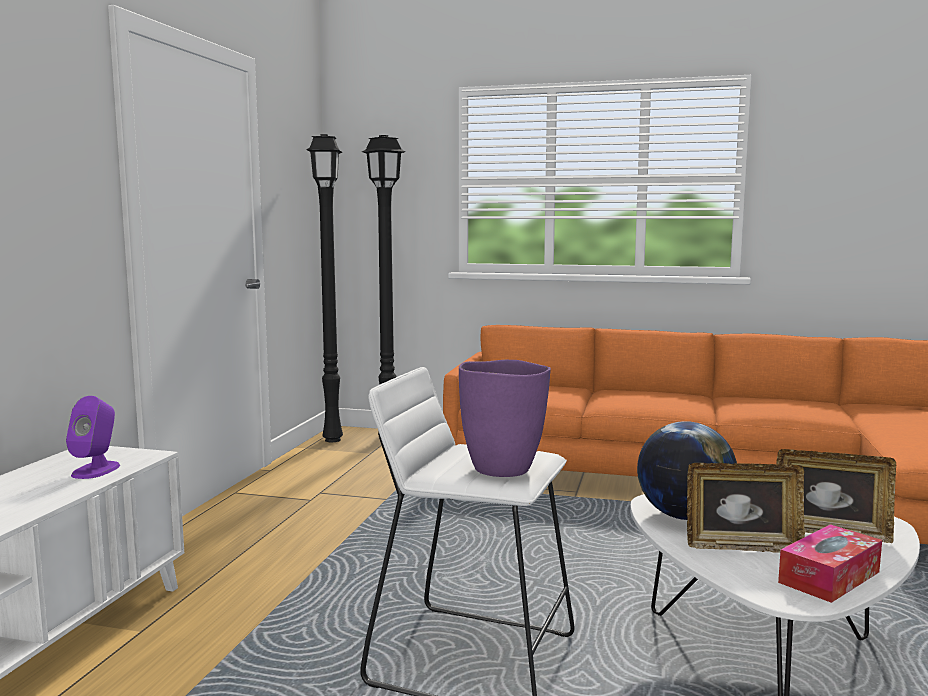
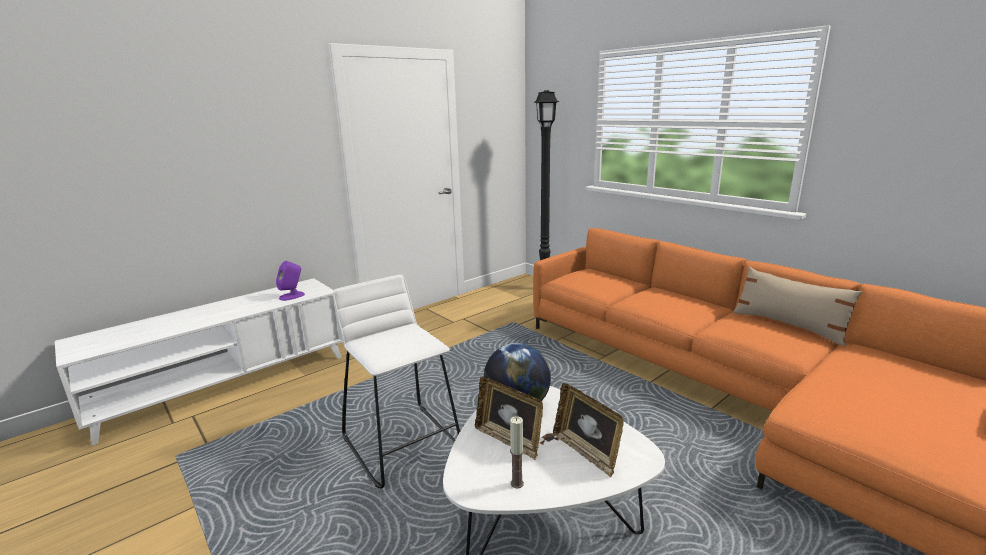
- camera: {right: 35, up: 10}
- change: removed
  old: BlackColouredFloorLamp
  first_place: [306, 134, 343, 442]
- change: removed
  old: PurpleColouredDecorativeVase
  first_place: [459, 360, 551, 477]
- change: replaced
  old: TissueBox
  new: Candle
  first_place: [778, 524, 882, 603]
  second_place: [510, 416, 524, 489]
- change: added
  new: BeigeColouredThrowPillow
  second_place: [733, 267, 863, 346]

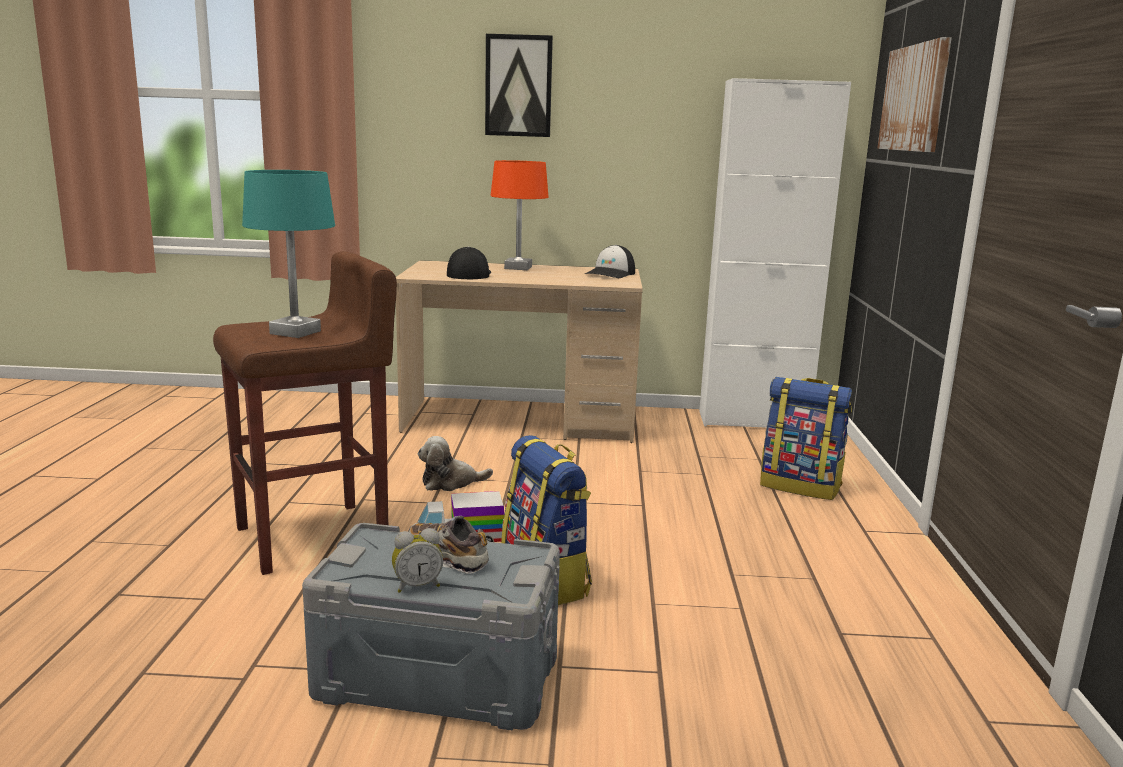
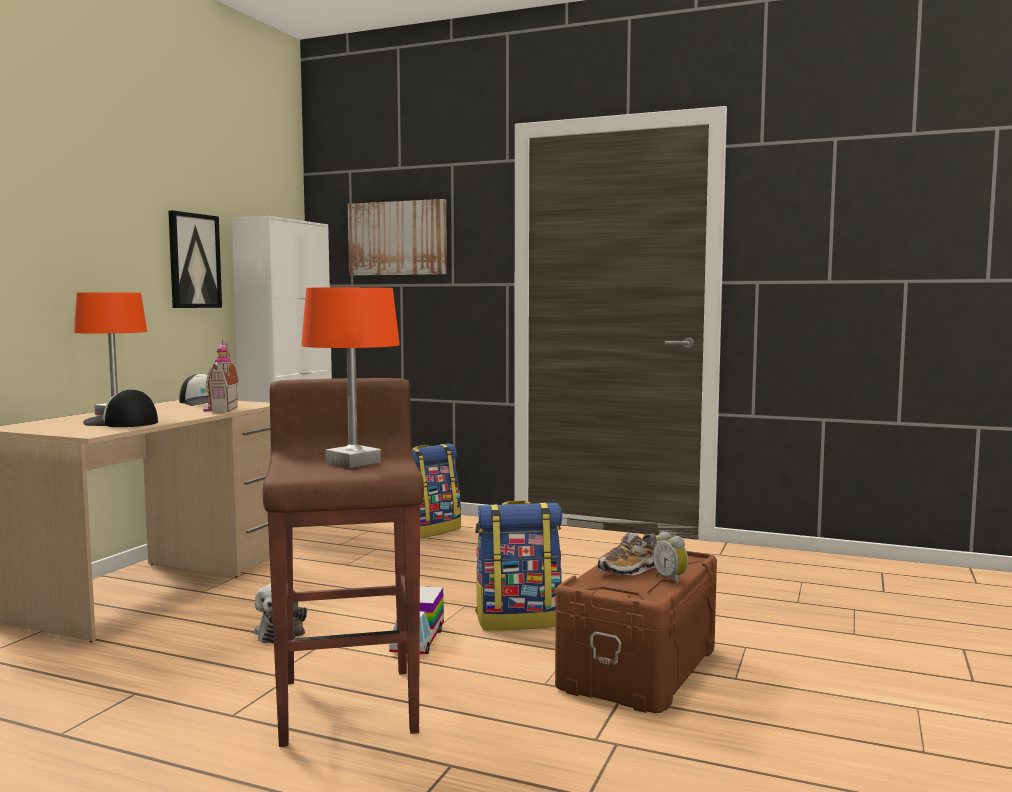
- camera: {right: -70, up: -10}
- change: recoloured
  old: TurquoiseColouredTableLamp
  new: OrangeColouredTableLamp
  first_place: [242, 170, 335, 338]
  second_place: [301, 287, 400, 468]
- change: recoloured
  old: GreyishStorageBox
  new: BrownStorageBox
  first_place: [302, 523, 560, 731]
  second_place: [555, 546, 717, 713]
- change: turned
  old: TableClock
  first_place: [392, 528, 443, 593]
  second_place: [653, 531, 688, 585]
  degrees: 150
- change: moved
  old: WallArt
  first_place: [485, 34, 553, 137]
  second_place: [168, 211, 222, 308]
- change: added
  new: MiniatureHouse
  second_place: [203, 341, 239, 412]

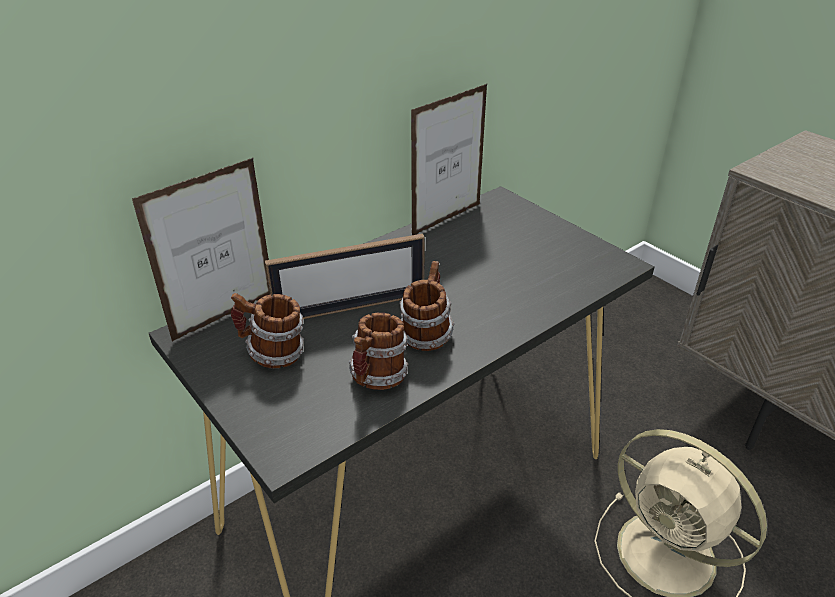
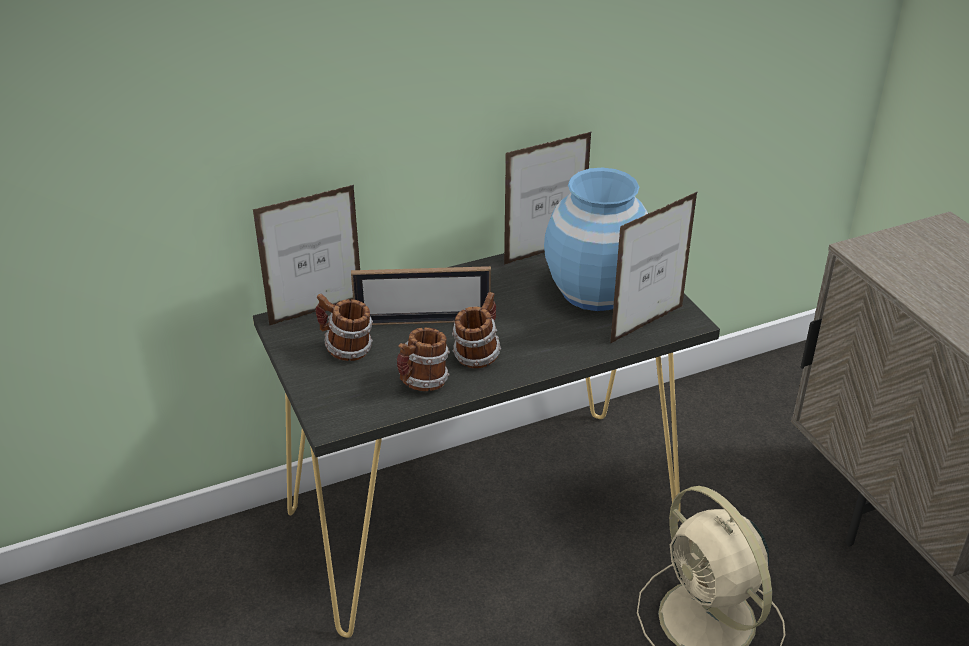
- camera: {right: 15, up: 0}
- change: added
  new: BlueDecorativeVase
  second_place: [544, 168, 648, 311]
- change: added
  new: PhotoFrame
  second_place: [610, 191, 698, 344]

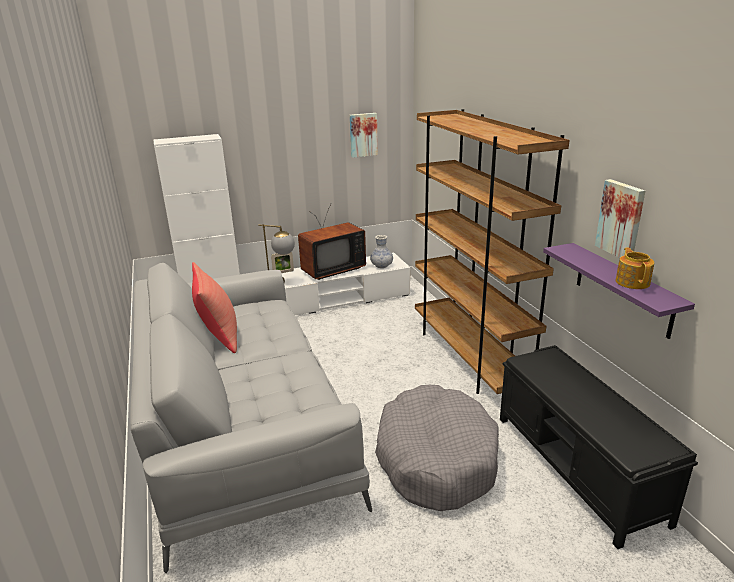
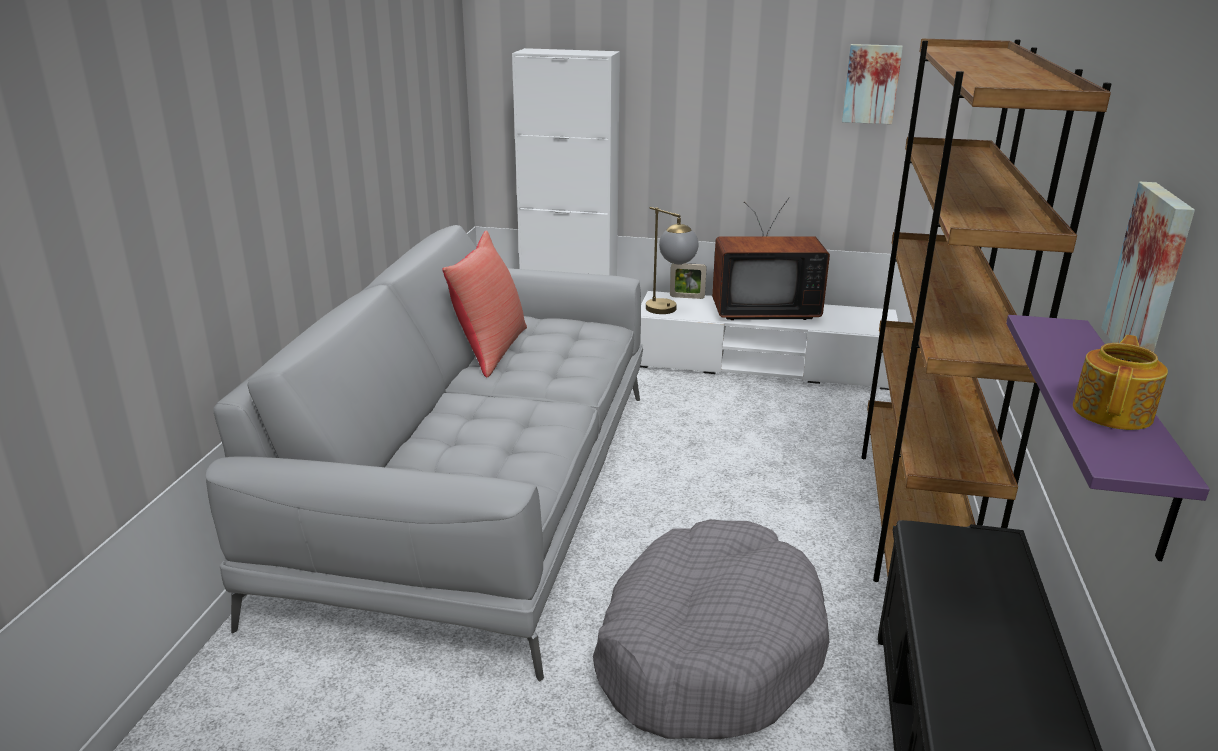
- camera: {right: 30, up: 0}
- change: removed
  old: DecorativeVase
  first_place: [370, 235, 393, 268]

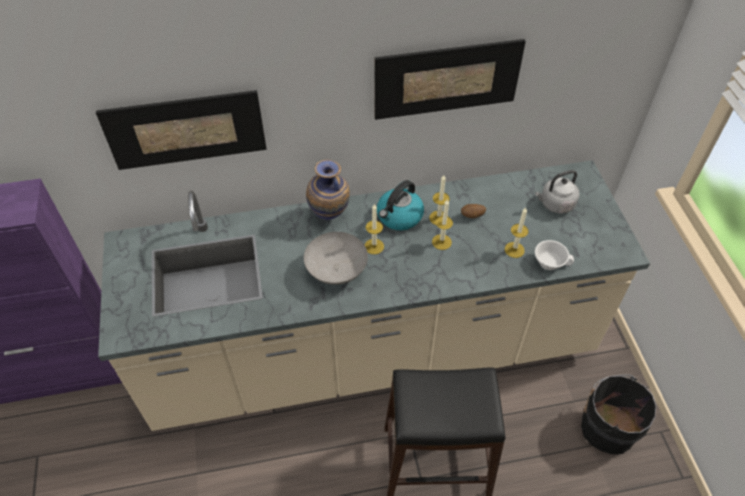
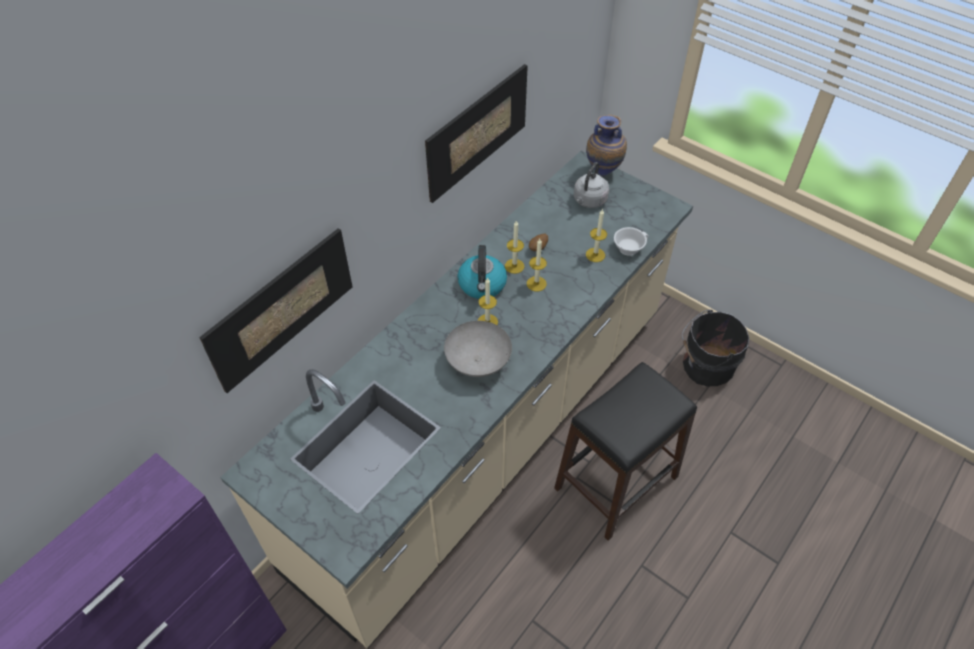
- camera: {right: -40, up: 0}
- change: moved
  old: DecorativeVase
  first_place: [306, 160, 350, 220]
  second_place: [586, 115, 627, 176]

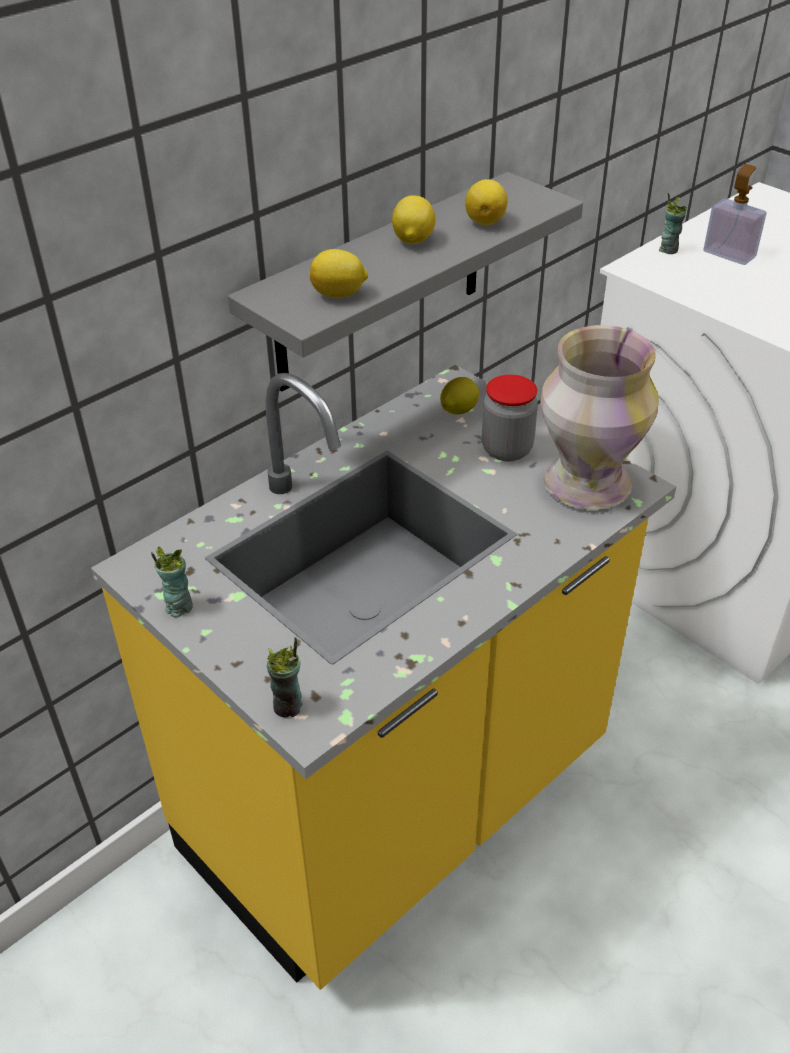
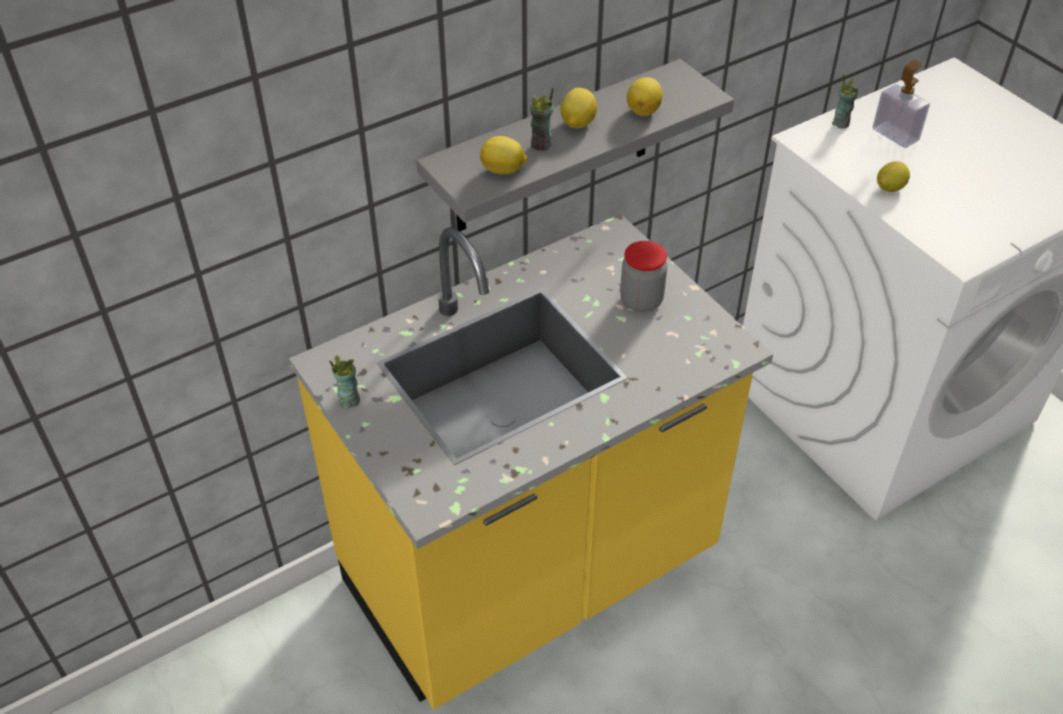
- camera: {right: 10, up: 5}
- change: moved
  old: DrinkingCup
  first_place: [267, 637, 303, 718]
  second_place: [530, 87, 554, 151]
- change: moved
  old: WholeLemon
  first_place: [440, 377, 479, 415]
  second_place: [877, 161, 910, 192]
- change: removed
  old: DecorativeVase
  first_place: [541, 325, 659, 510]

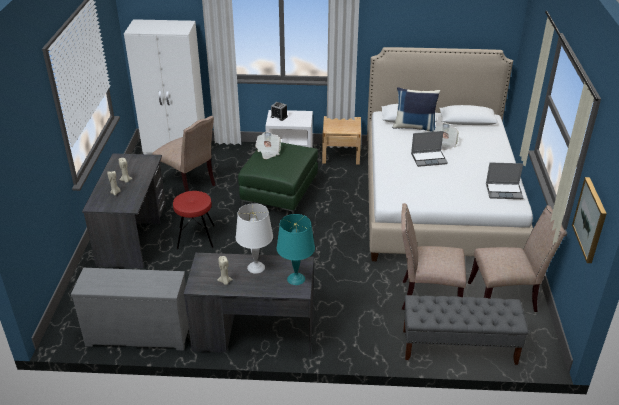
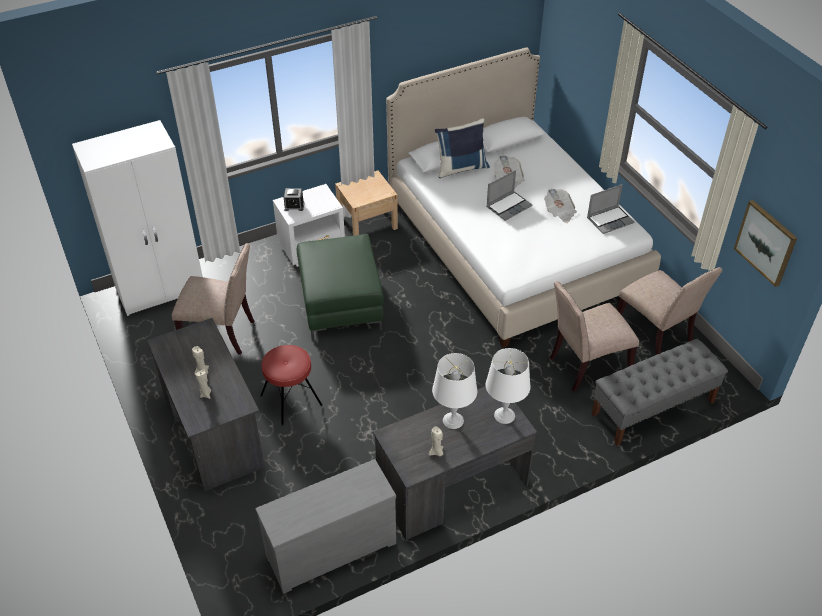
- camera: {right: -30, up: 10}
- change: moved
  old: Newspaper
  first_place: [255, 132, 281, 159]
  second_place: [544, 188, 577, 223]
- change: recoloured
  old: TurquoiseColouredTableLamp
  new: WhiteTableLamp
  first_place: [277, 214, 315, 285]
  second_place: [486, 348, 531, 424]
- change: turned
  old: BeigeColouredUprightChair
  first_place: [468, 205, 566, 312]
  second_place: [617, 267, 722, 355]
  degrees: 90

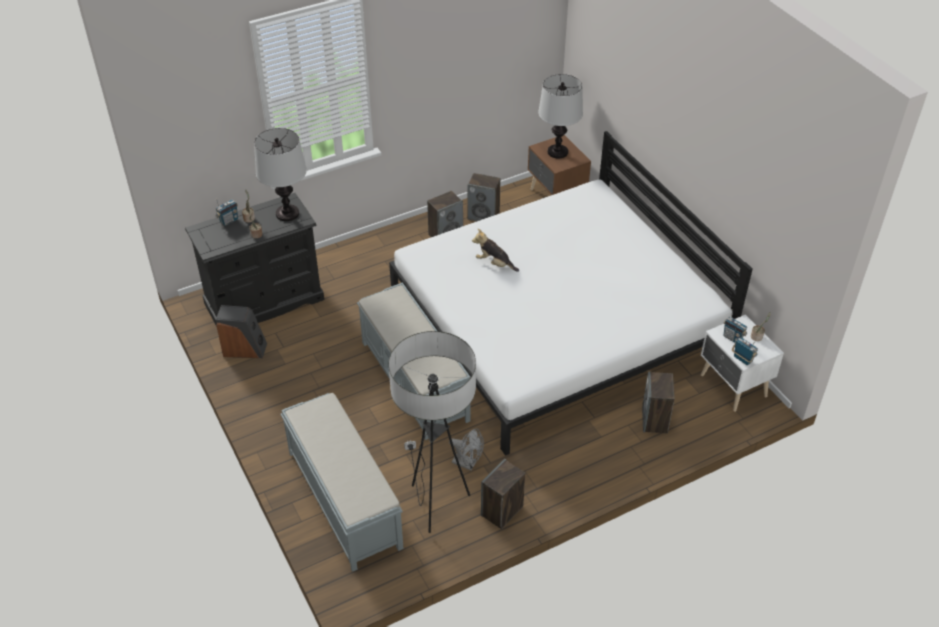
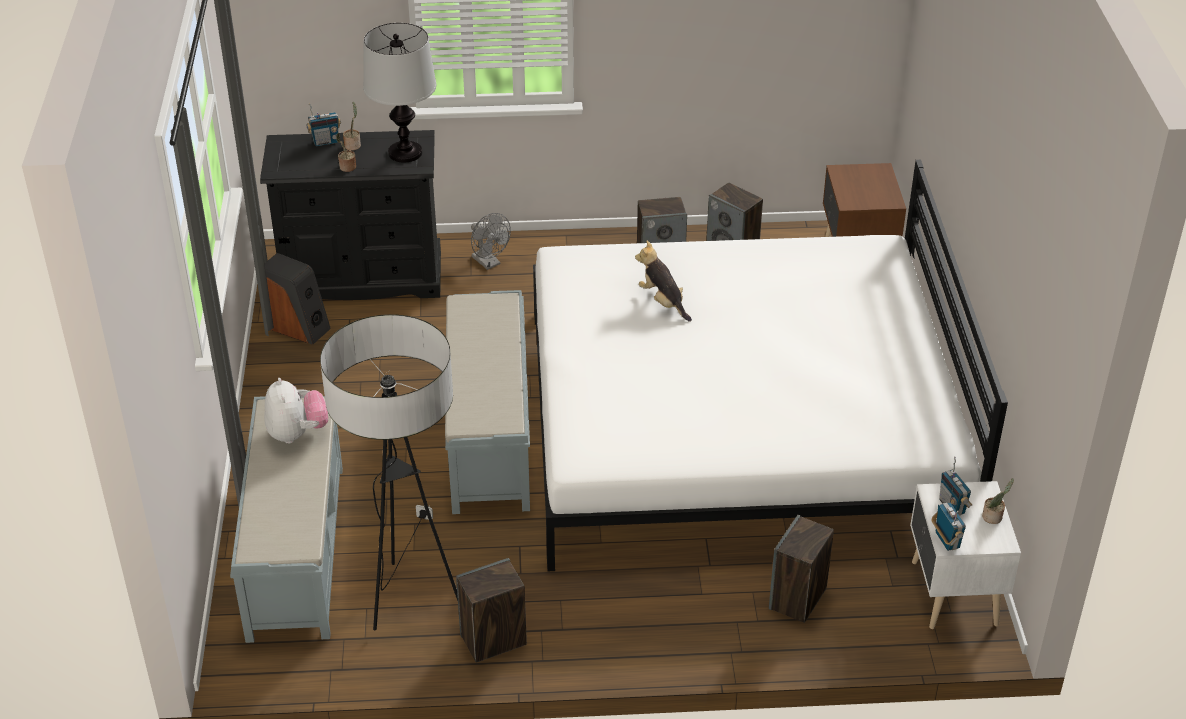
- camera: {right: 25, up: -5}
- change: moved
  old: GreyishFan
  first_place: [449, 429, 484, 471]
  second_place: [471, 213, 511, 270]
- change: removed
  old: TableLamp
  first_place: [538, 74, 583, 159]
- change: added
  new: PlushToy
  second_place: [264, 378, 328, 444]

